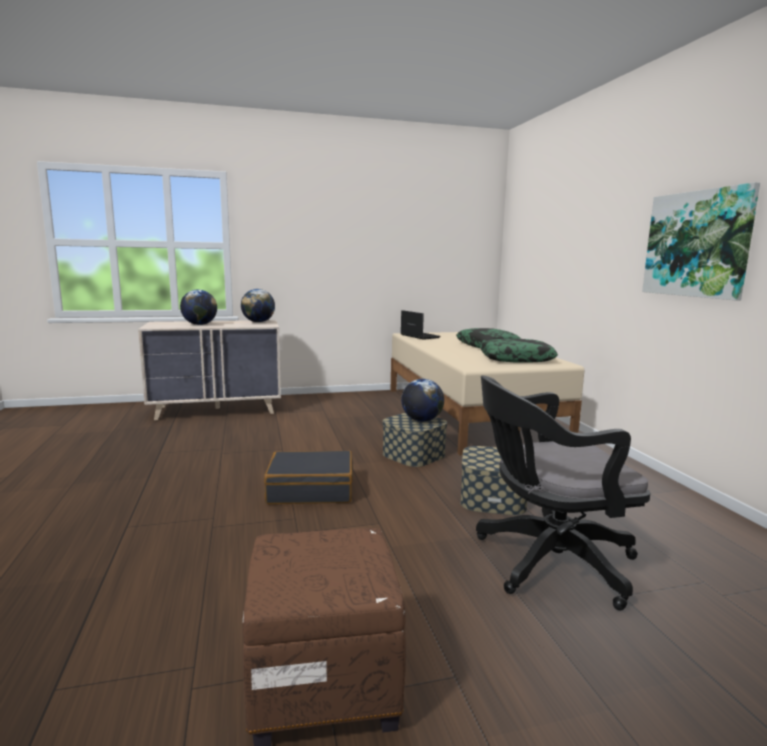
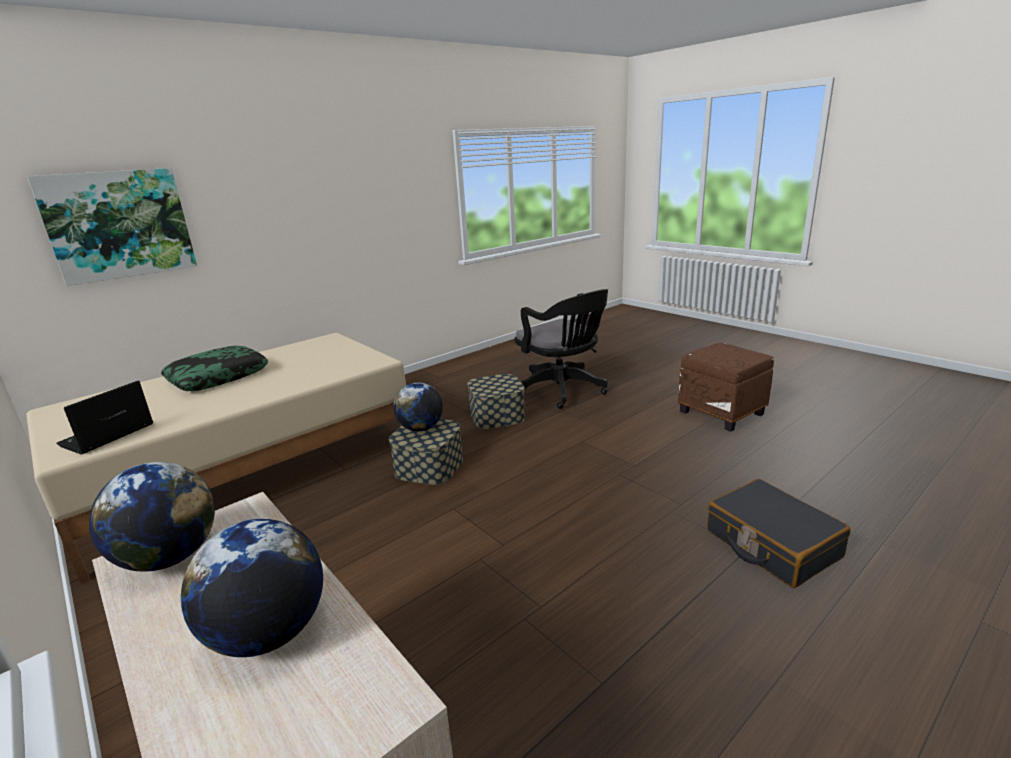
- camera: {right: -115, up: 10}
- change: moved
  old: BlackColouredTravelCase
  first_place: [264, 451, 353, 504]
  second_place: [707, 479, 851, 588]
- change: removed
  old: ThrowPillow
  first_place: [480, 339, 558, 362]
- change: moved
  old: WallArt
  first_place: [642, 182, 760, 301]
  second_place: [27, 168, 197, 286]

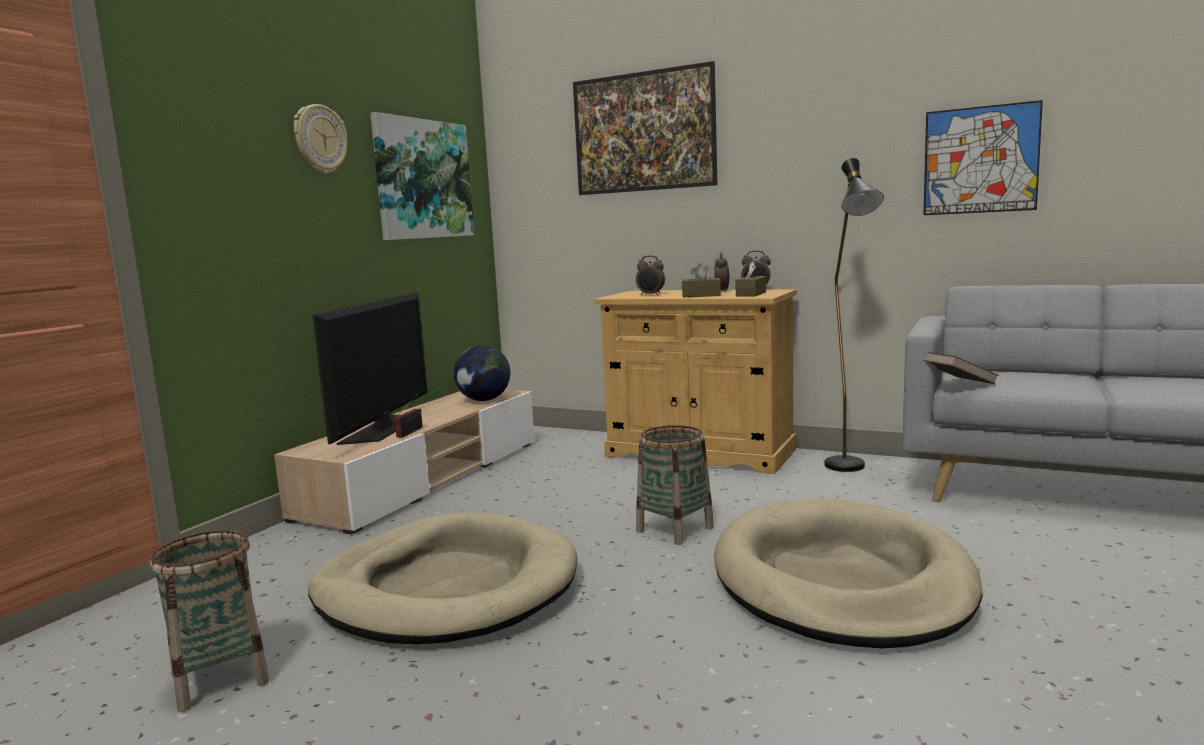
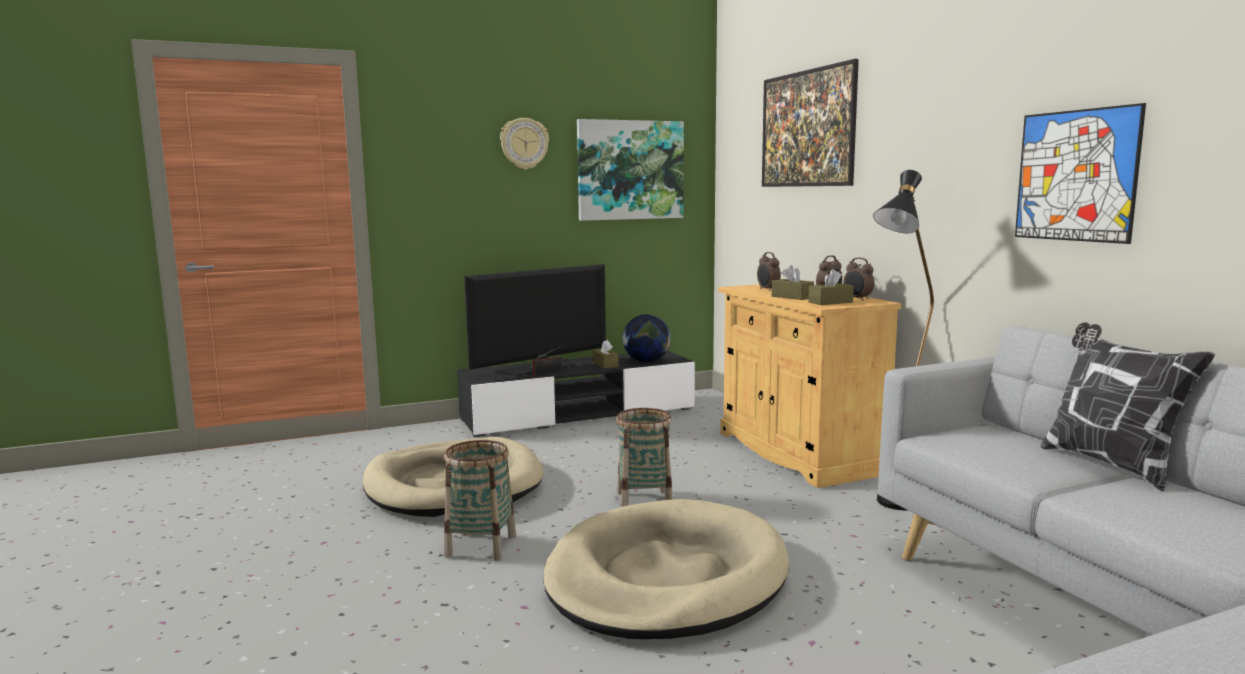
- camera: {right: 40, up: 0}
- change: moved
  old: StorageBasket
  first_place: [149, 530, 270, 712]
  second_place: [444, 440, 516, 561]
- change: recoloured
  old: BeigeColouredMediaConsole
  new: BlackColouredMediaConsole
  first_place: [274, 390, 535, 535]
  second_place: [457, 350, 695, 437]
- change: removed
  old: BrownVolume
  first_place: [923, 352, 999, 384]
- change: added
  new: BrownTissueBox
  second_place: [593, 340, 619, 368]
- change: added
  new: ThrowPillow
  second_place: [1040, 322, 1215, 491]

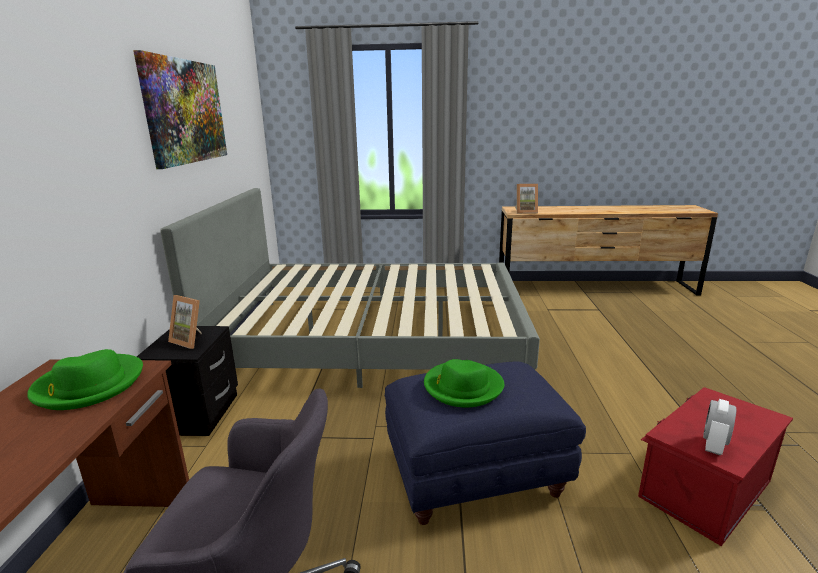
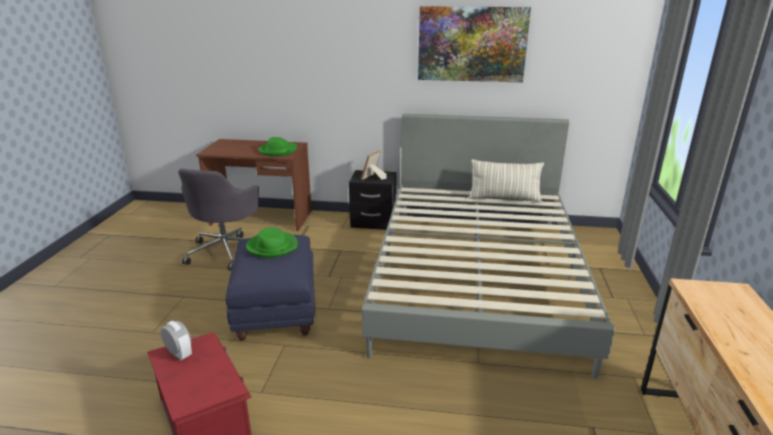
- camera: {right: 95, up: 5}
- change: removed
  old: PhotoFrame
  first_place: [515, 184, 538, 213]
- change: added
  new: ThrowPillow
  second_place: [468, 159, 544, 203]

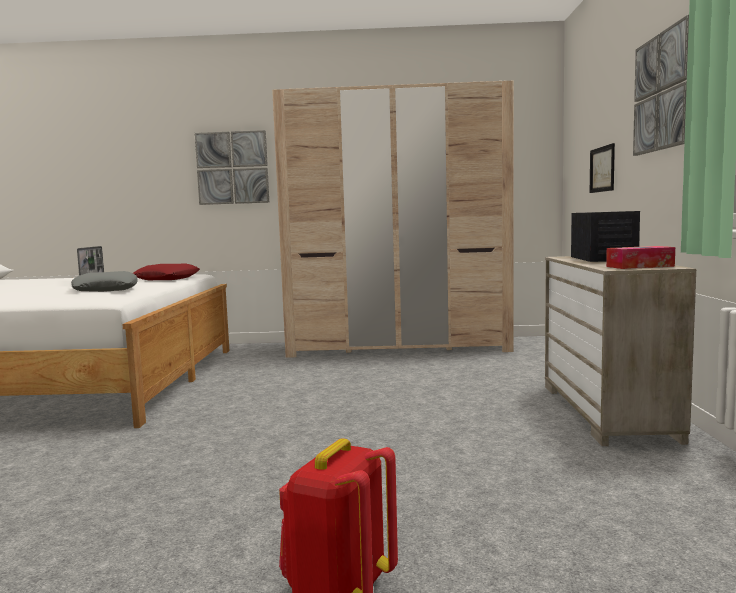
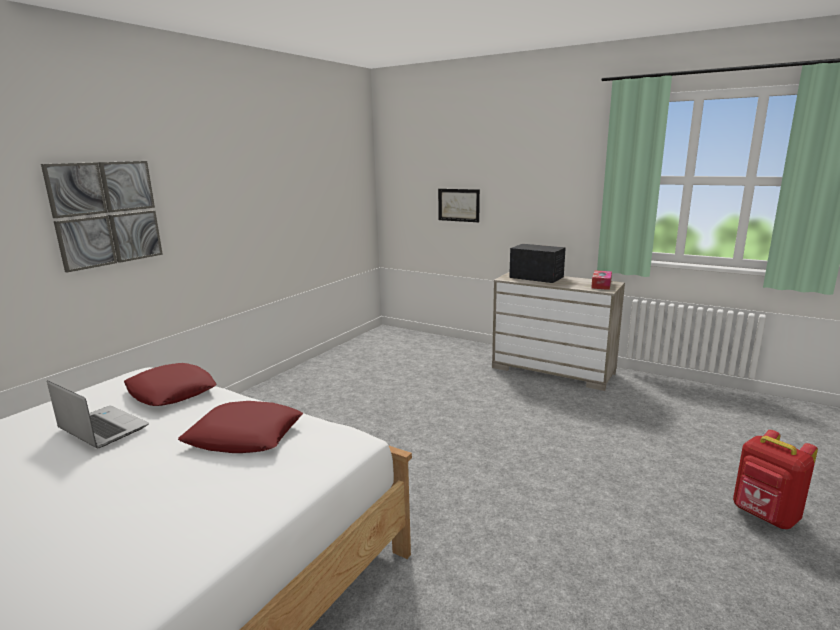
- camera: {right: -60, up: 10}
- change: recoloured
  old: GreyishThrowPillow
  new: RedColouredThrowPillow
  first_place: [71, 271, 138, 292]
  second_place: [178, 401, 303, 453]
- change: removed
  old: BeigeColouredClothesCupboard
  first_place: [272, 81, 513, 358]
- change: removed
  old: WallArt
  first_place: [633, 15, 689, 156]

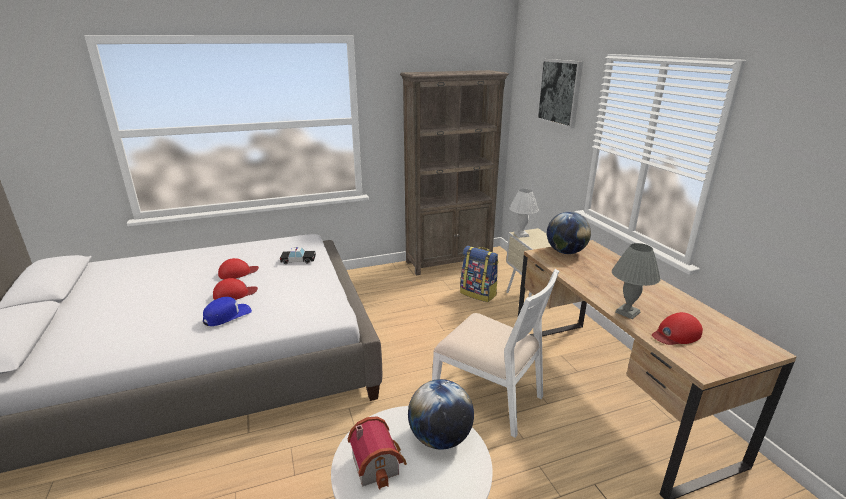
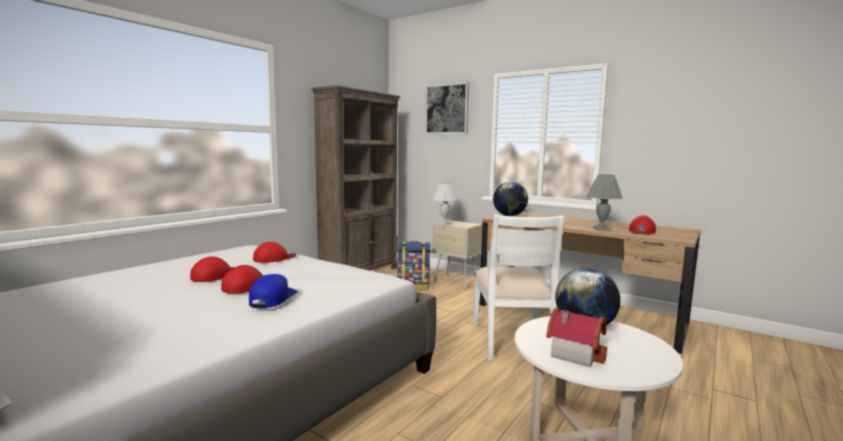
- camera: {right: -35, up: -15}
- change: replaced
  old: ToyCar
  new: RedColouredCap
  first_place: [280, 247, 316, 264]
  second_place: [253, 242, 296, 263]
- change: turned
  old: WhiteUprightChair
  first_place: [432, 269, 559, 438]
  second_place: [473, 215, 564, 360]
  degrees: 90

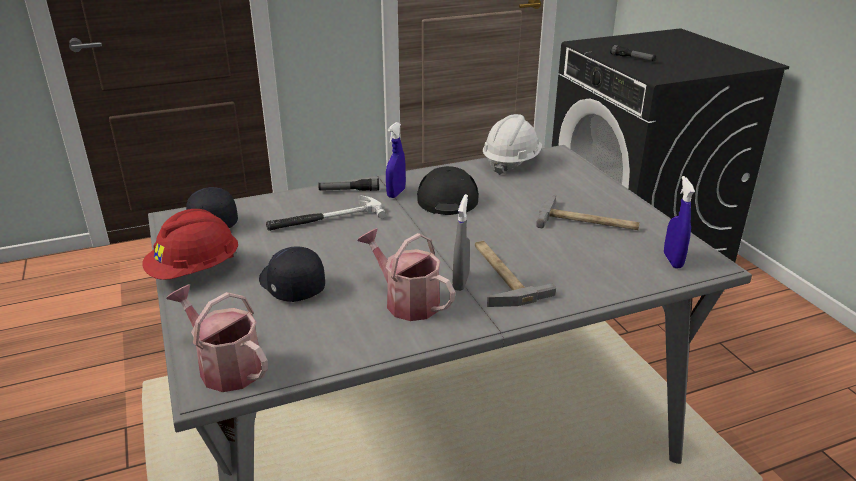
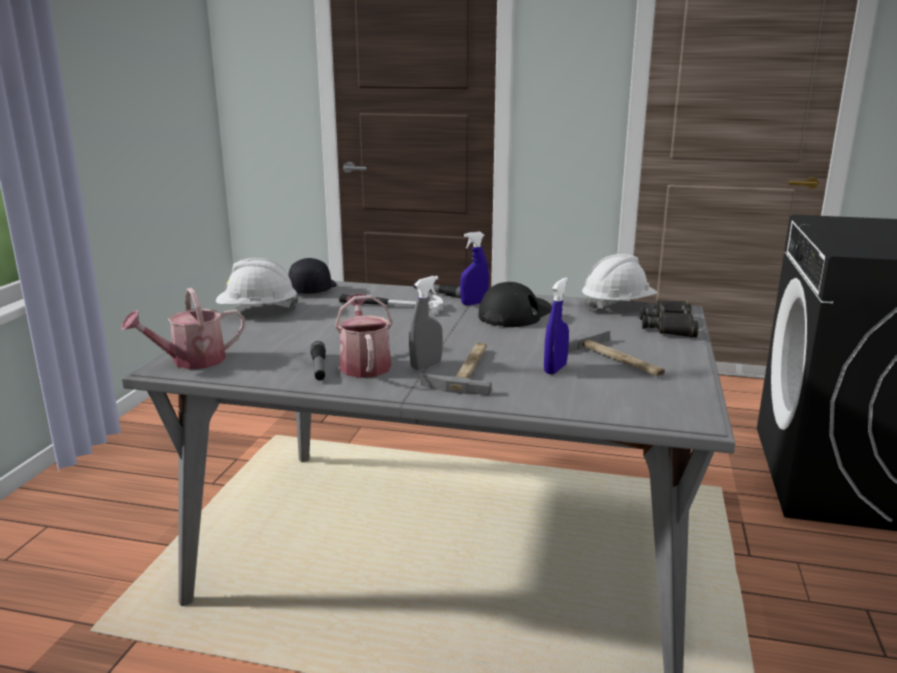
- camera: {right: 35, up: -10}
- change: recoloured
  old: RedColouredHardHat
  new: WhiteHardHat
  first_place: [142, 209, 238, 280]
  second_place: [216, 258, 298, 309]
- change: turned
  old: SprinklingCan
  first_place: [166, 285, 268, 392]
  second_place: [121, 288, 245, 369]
  degrees: -105
- change: removed
  old: BlackColouredCap
  first_place: [259, 246, 325, 302]
- change: moved
  old: HandTorch
  first_place: [610, 45, 656, 62]
  second_place: [310, 341, 326, 380]
- change: moved
  old: BlueSprayer
  first_place: [664, 176, 695, 268]
  second_place: [544, 278, 569, 374]
- change: added
  new: BlackColouredBinoculars
  second_place: [640, 300, 699, 337]

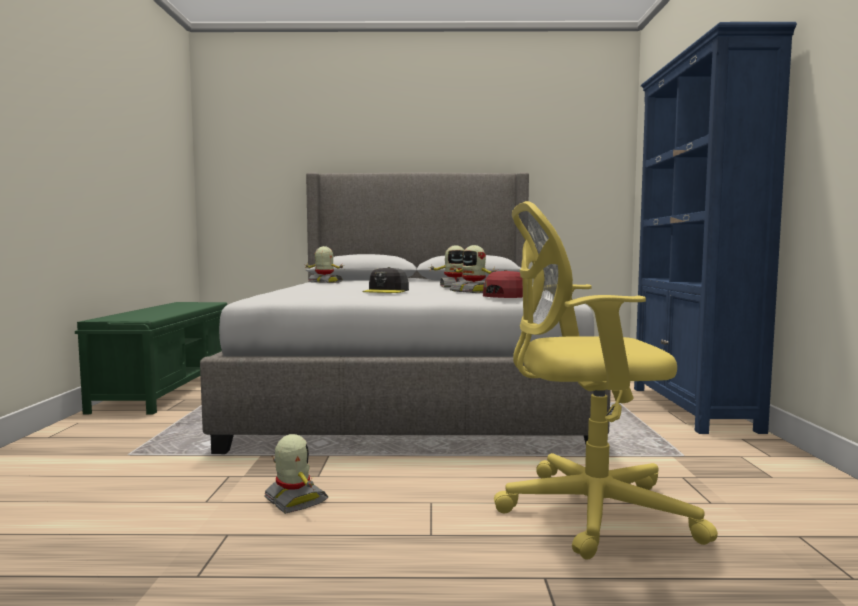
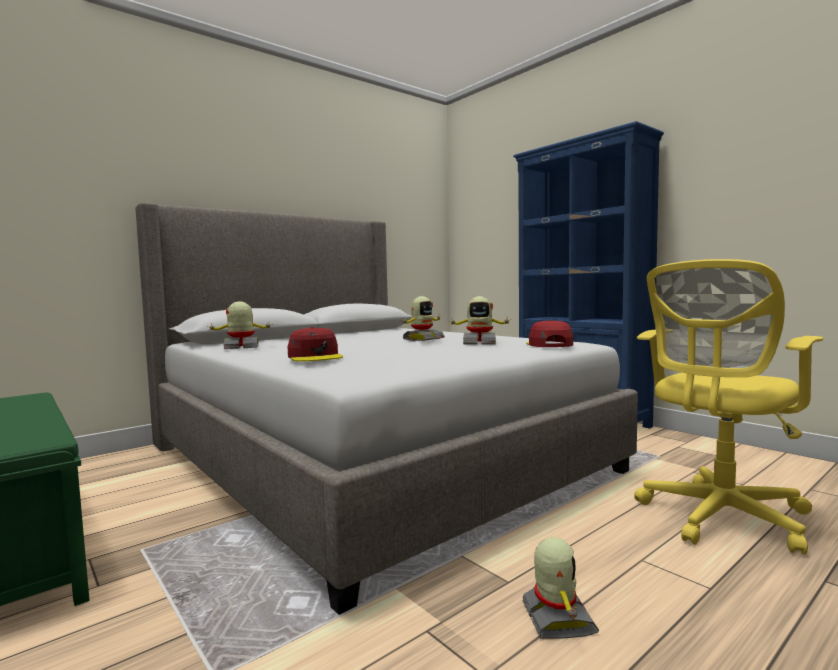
- camera: {right: -40, up: 0}
- change: turned
  old: ToyRobot
  first_place: [264, 434, 328, 514]
  second_place: [522, 537, 599, 639]
  degrees: 75
- change: removed
  old: GreyishCap
  first_place: [362, 267, 409, 293]
- change: added
  new: RedColouredCap
  second_place: [288, 327, 343, 361]

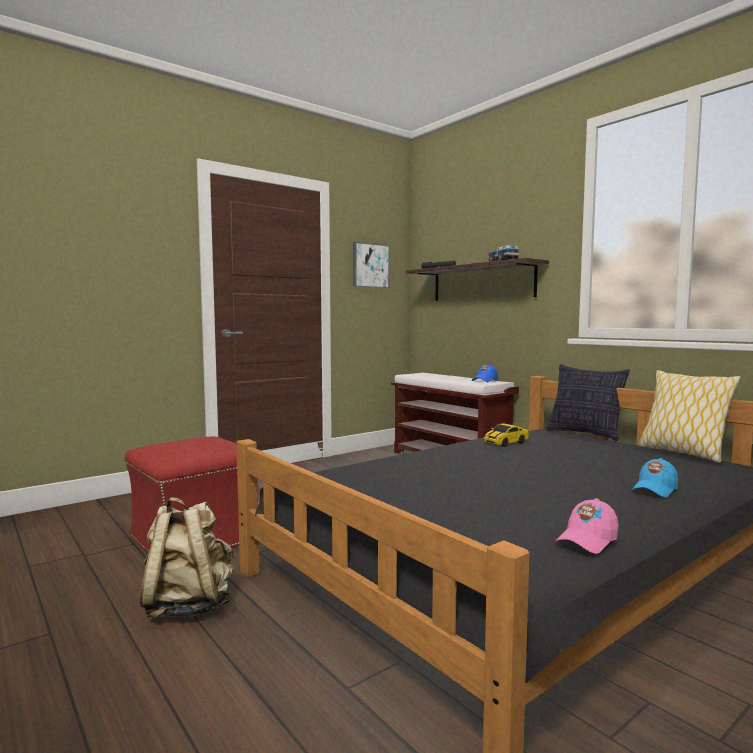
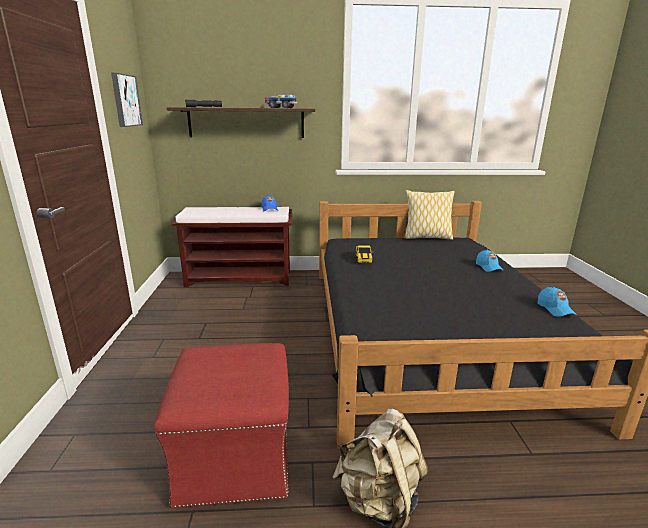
- camera: {right: -55, up: 15}
- change: removed
  old: ThrowPillow
  first_place: [546, 364, 630, 441]
- change: recoloured
  old: PinkishCap
  new: BlueCap
  first_place: [555, 498, 619, 554]
  second_place: [538, 287, 577, 317]

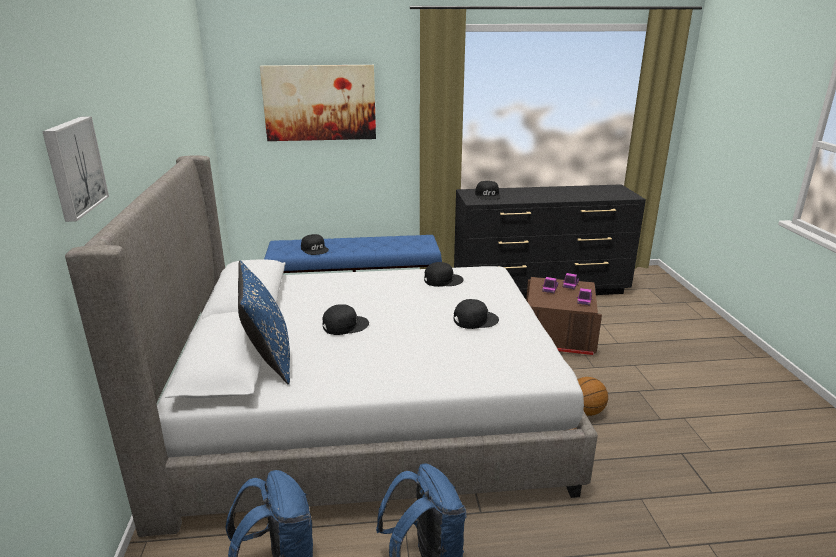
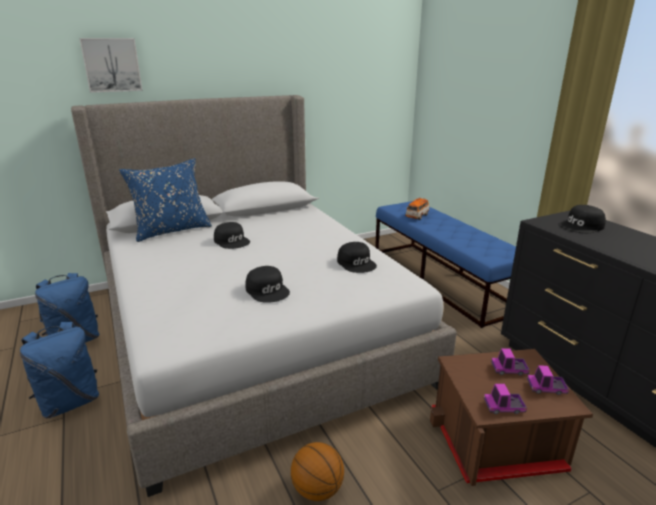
- camera: {right: 70, up: 0}
- change: removed
  old: WallArt
  first_place: [260, 65, 376, 141]
- change: replaced
  old: BlackColouredCap
  new: ToyCar
  first_place: [301, 234, 329, 255]
  second_place: [405, 197, 429, 220]

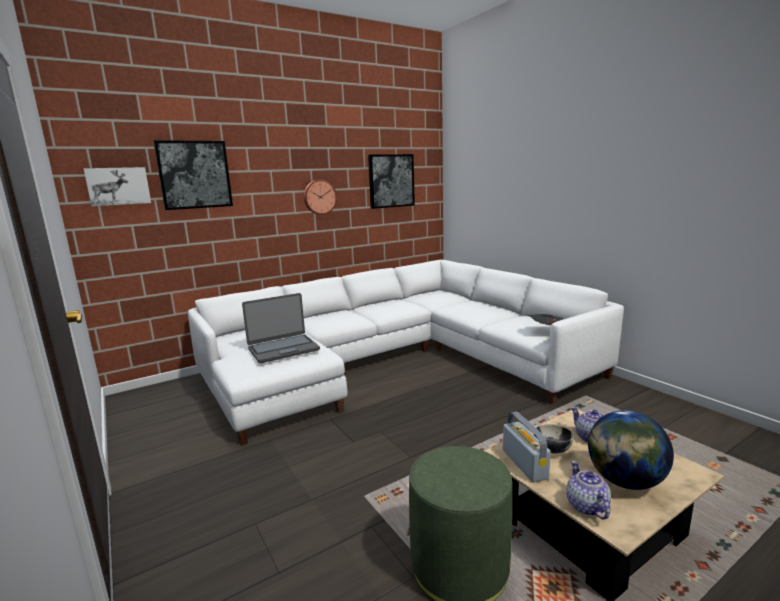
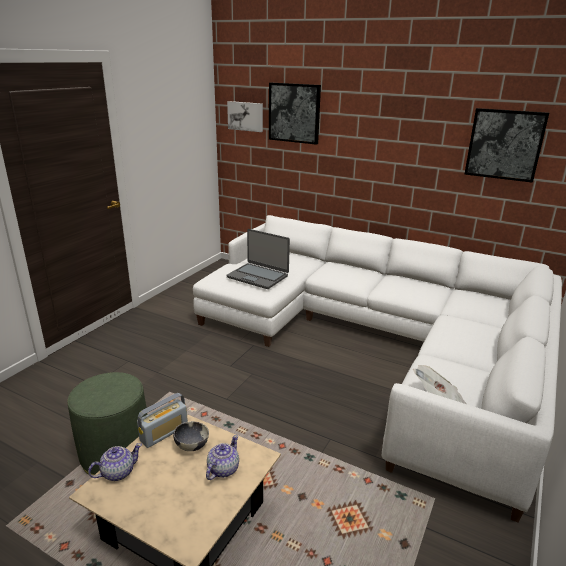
- camera: {right: 60, up: 10}
- change: removed
  old: WallClock
  first_place: [304, 179, 337, 215]
- change: removed
  old: DeskGlobe
  first_place: [588, 410, 674, 490]

